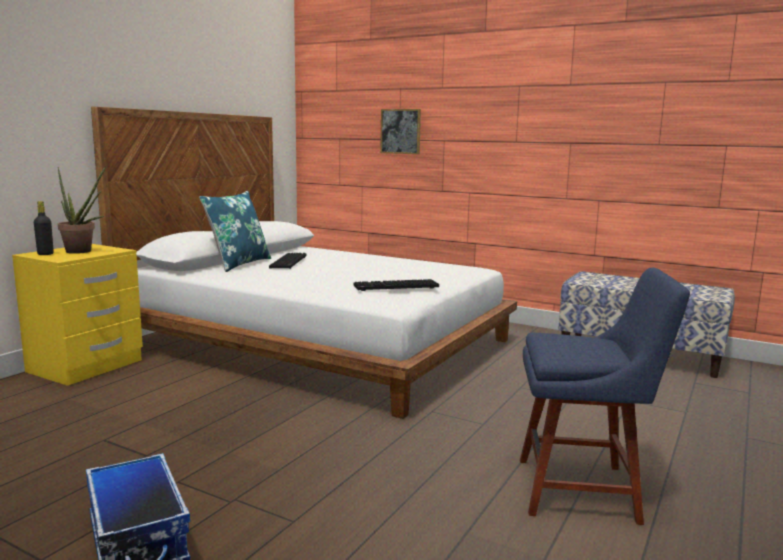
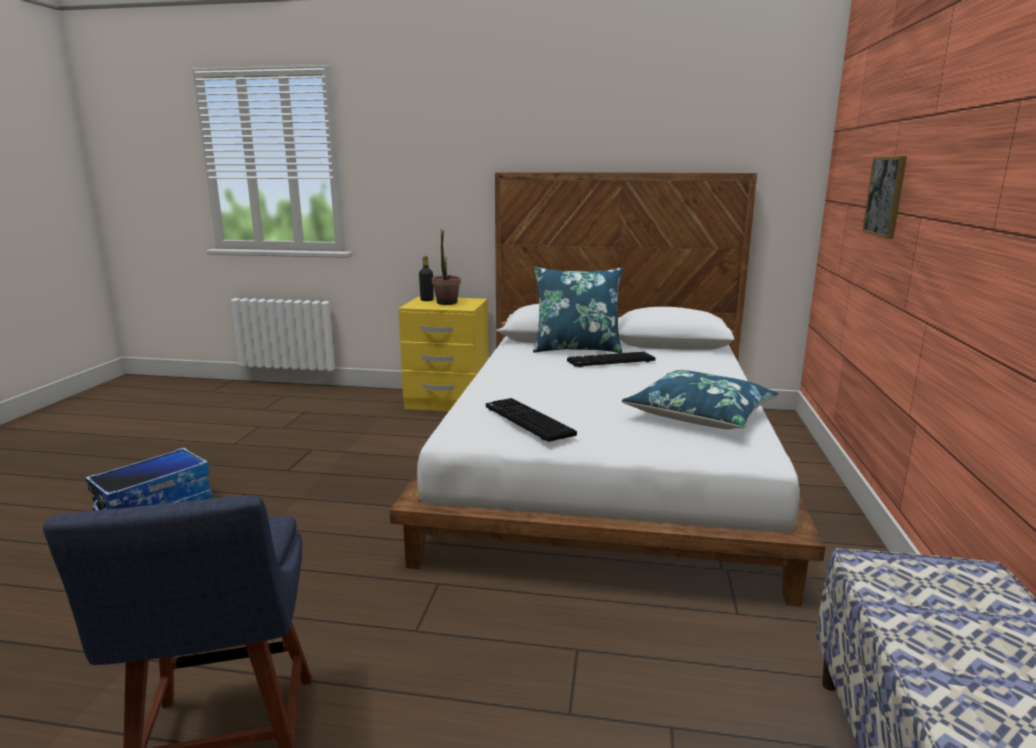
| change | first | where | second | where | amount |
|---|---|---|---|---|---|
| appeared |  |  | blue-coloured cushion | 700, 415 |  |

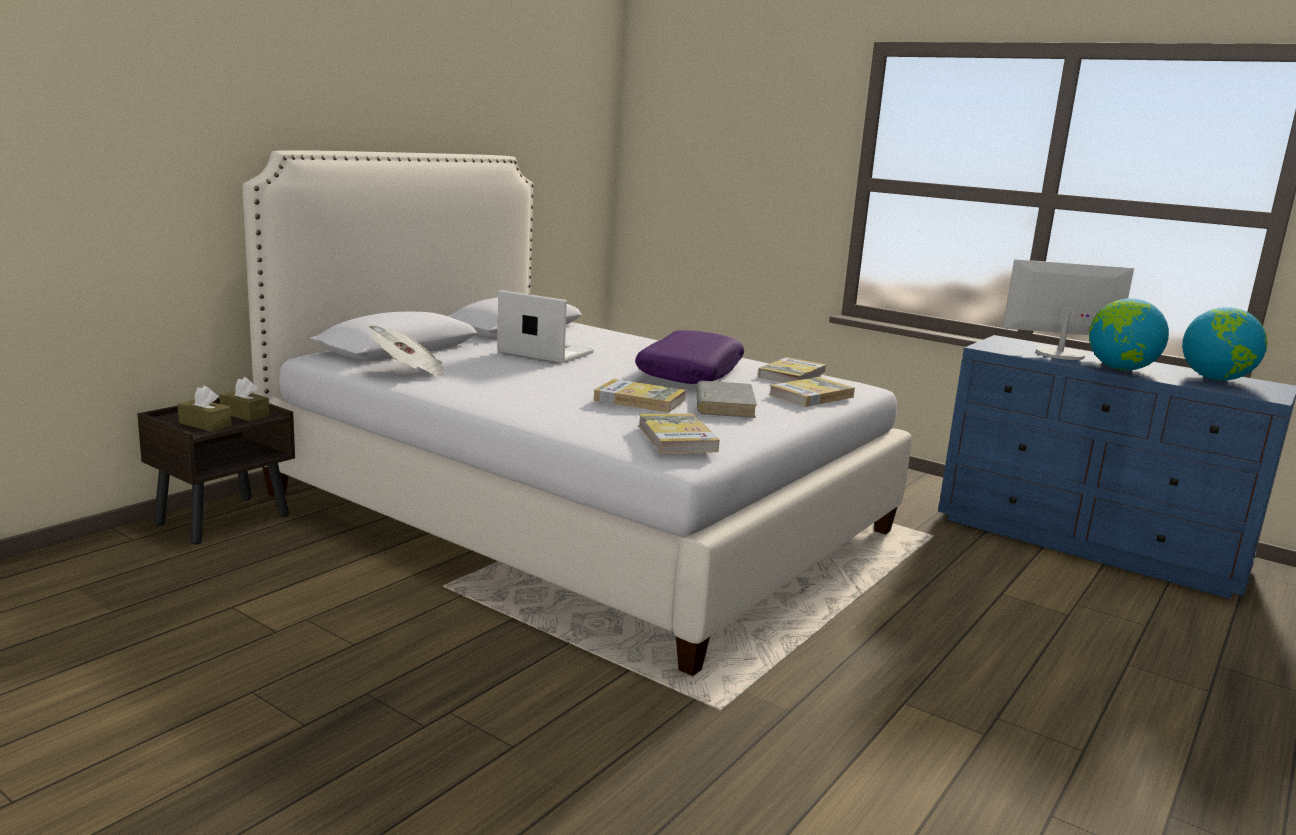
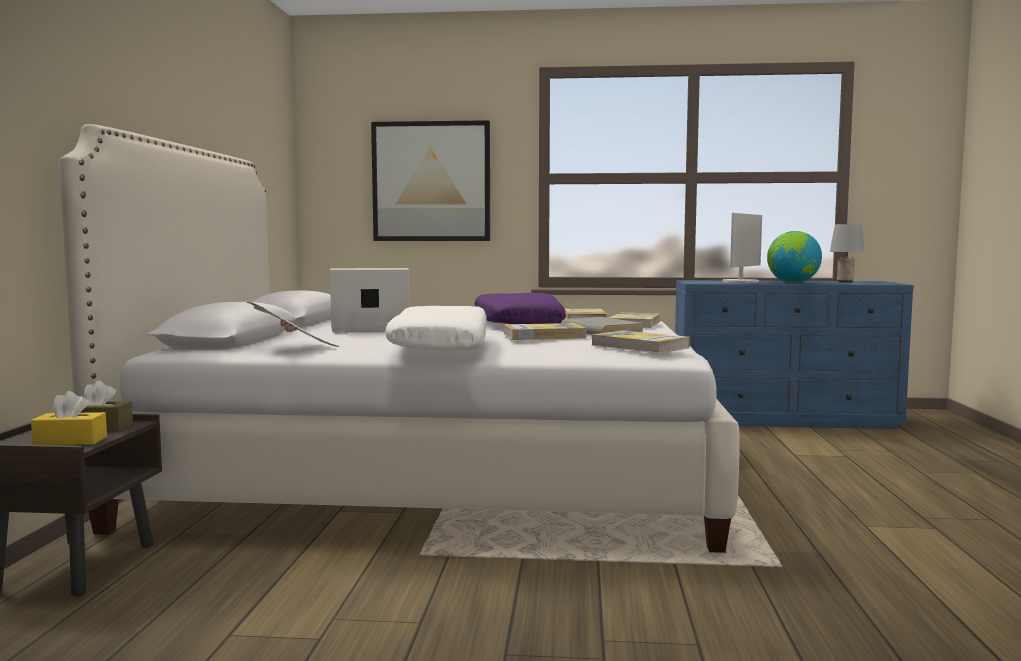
| change | first | where | second | where | amount |
|---|---|---|---|---|---|
| colour | brown box of tissues | 205, 424 | yellow box of tissues | 70, 441 |  |
| appeared |  |  | wall picture | 431, 181 |  |
| appeared |  |  | whitish cushion | 438, 347 |  |
| spun | monitor | 1059, 354 |  | 741, 281 | 150 degrees clockwise |
| exchanged | world globe | 1216, 379 | gray lamp for a table | 845, 282 |  |

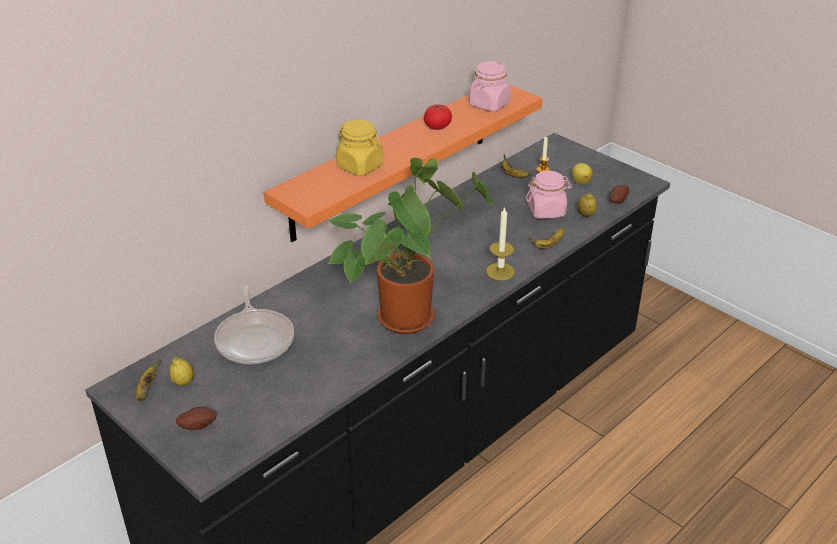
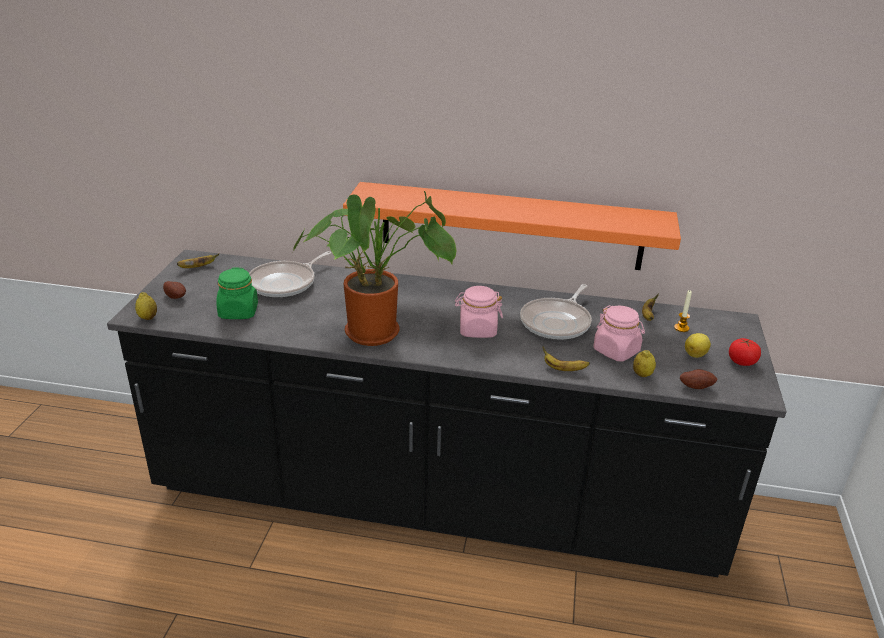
| change | first | where | second | where | amount |
|---|---|---|---|---|---|
| relocated | citrus fruit | 183, 382 |  | 148, 317 |  |
| appeared |  |  | green storage jar | 238, 312 |  |
| relocated | pink-coloured storage jar | 489, 104 |  | 477, 330 |  |
| appeared |  |  | pan | 557, 322 |  |
| relocated | fresh tomato | 437, 127 |  | 742, 362 |  |
| missing | yellow storage jar | 360, 166 |  |  |  |
| missing | wax candle | 500, 271 |  |  |  |

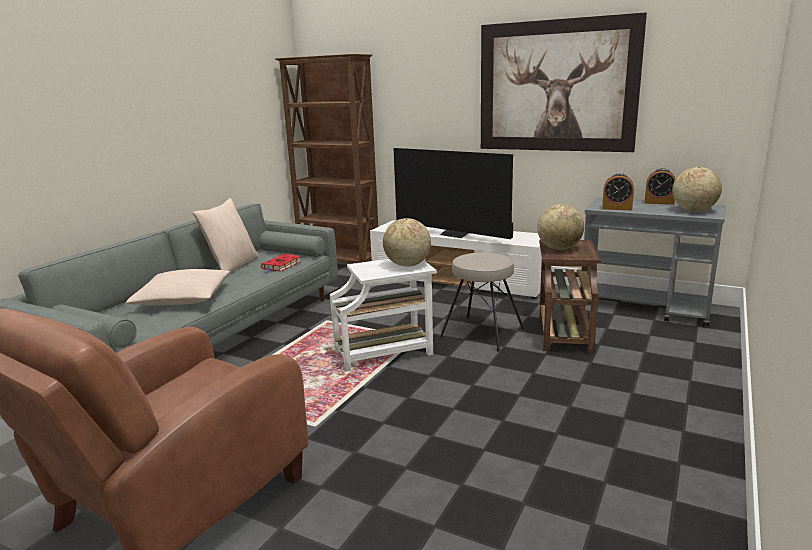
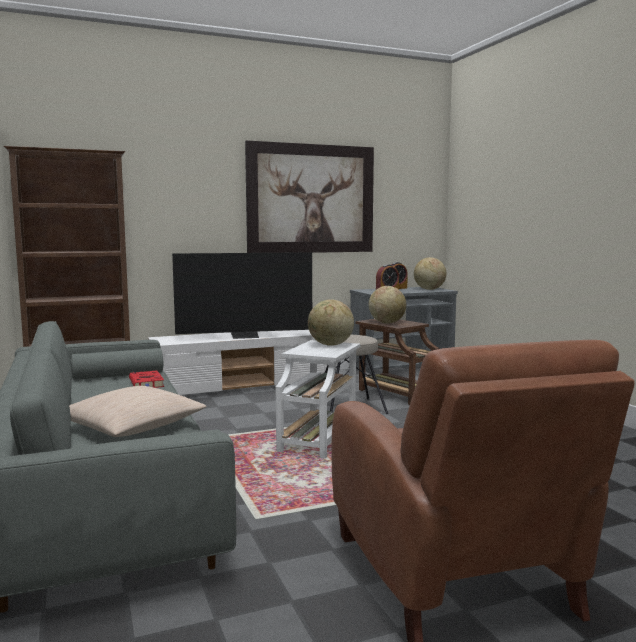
| change | first | where | second | where | amount |
|---|---|---|---|---|---|
| missing | beige-coloured cushion | 232, 266 |  |  |  |

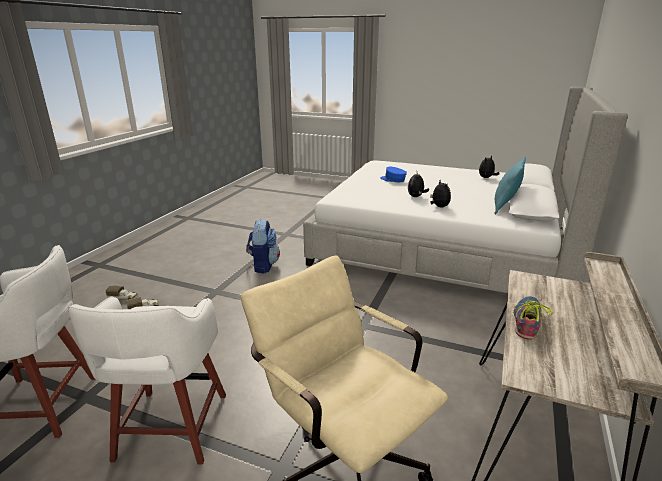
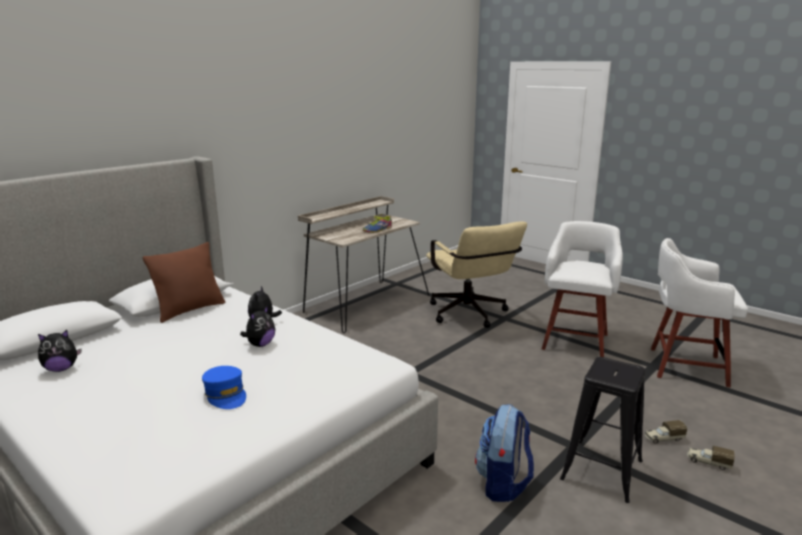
| change | first | where | second | where | amount |
|---|---|---|---|---|---|
| colour | turquoise-coloured cushion | 505, 207 | brown cushion | 190, 310 |  |
| appeared |  |  | black-coloured stool seat | 602, 470 |  |

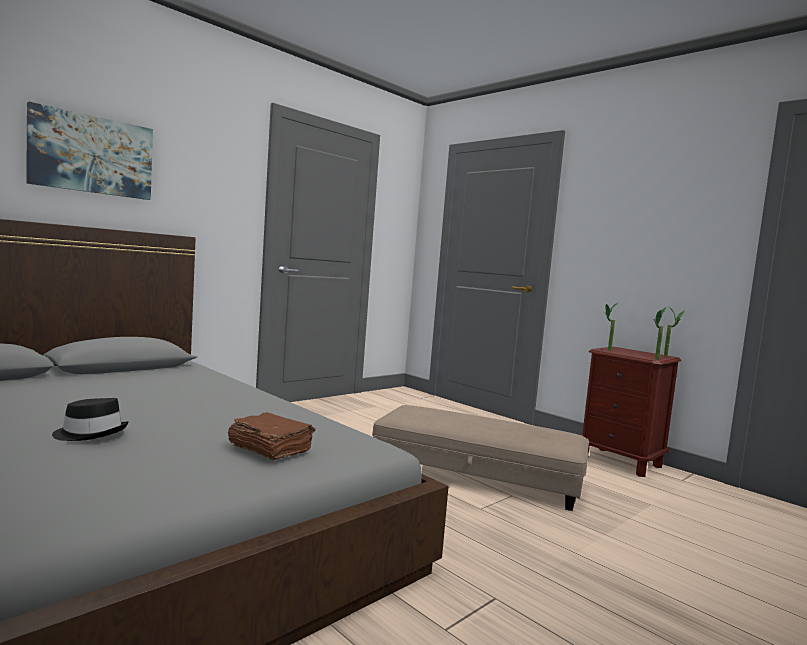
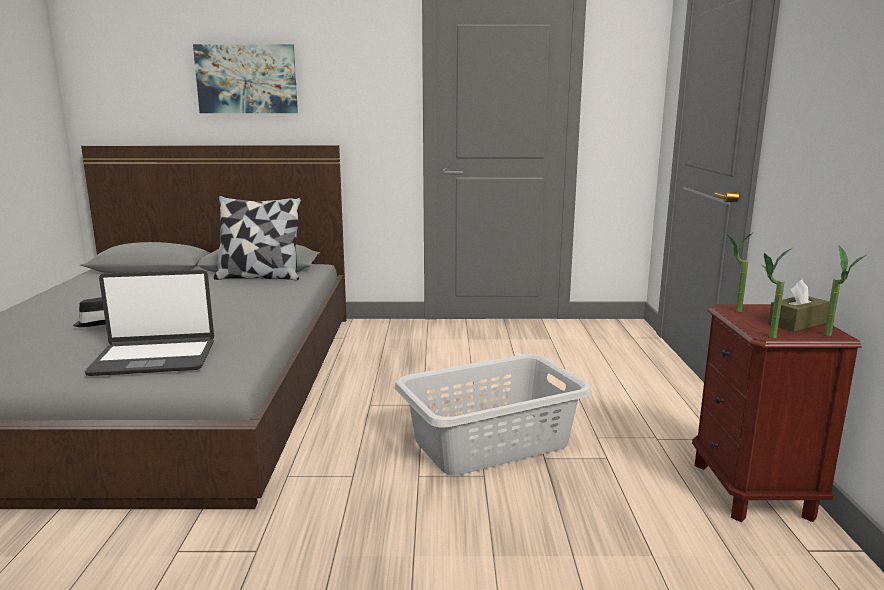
| change | first | where | second | where | amount |
|---|---|---|---|---|---|
| exchanged | brown volume | 270, 449 | notebook computer | 154, 358 |  |
| appeared |  |  | cushion | 259, 277 |  |
| exchanged | beige-coloured footrest | 477, 476 | gray hamper | 492, 443 |  |
| appeared |  |  | brown box of tissues | 797, 323 |  |

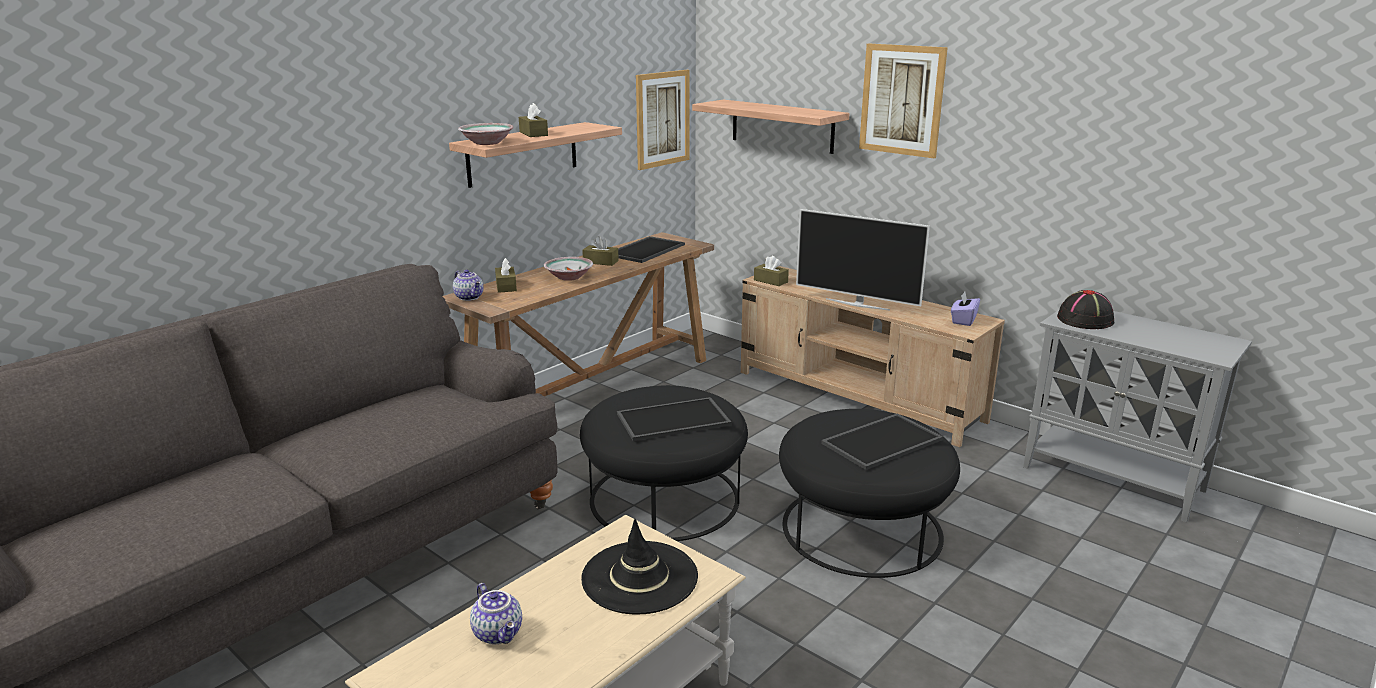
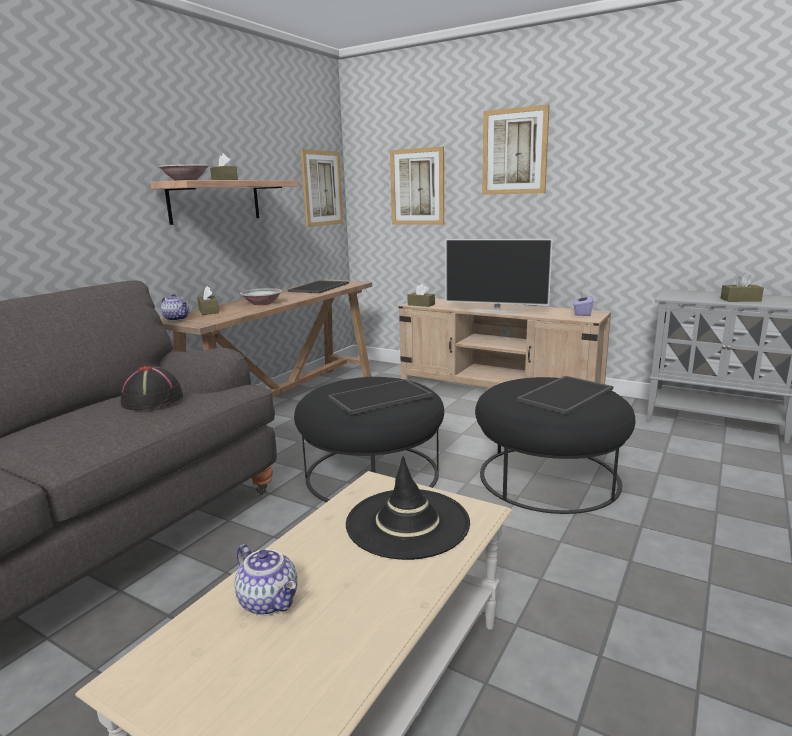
| change | first | where | second | where | amount |
|---|---|---|---|---|---|
| relocated | black-coloured wearable hat | 1085, 320 |  | 153, 399 |  |
| exchanged | shelf | 782, 126 | wall picture | 417, 187 |  |
| relocated | brown box of tissues | 600, 262 |  | 740, 300 |  |

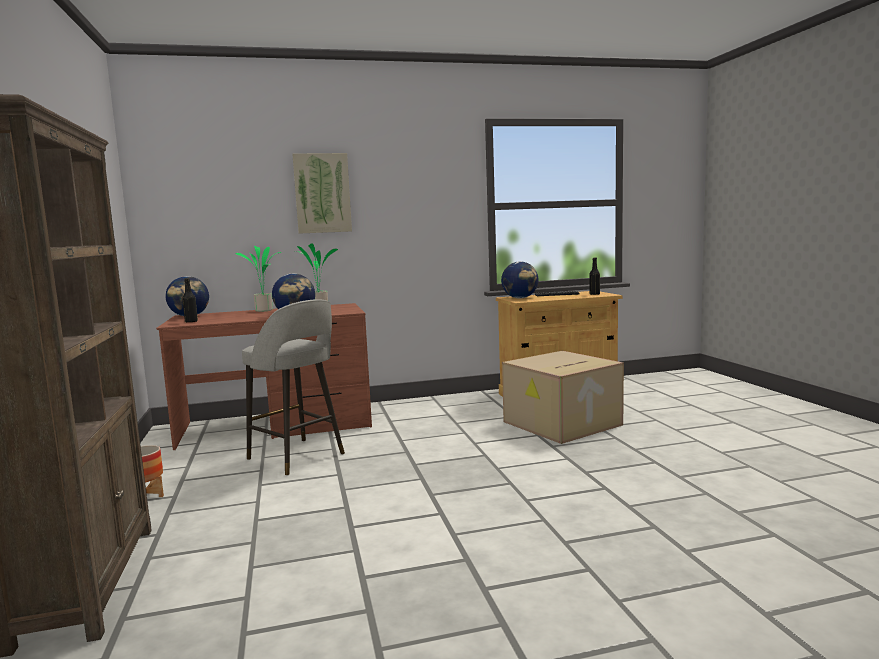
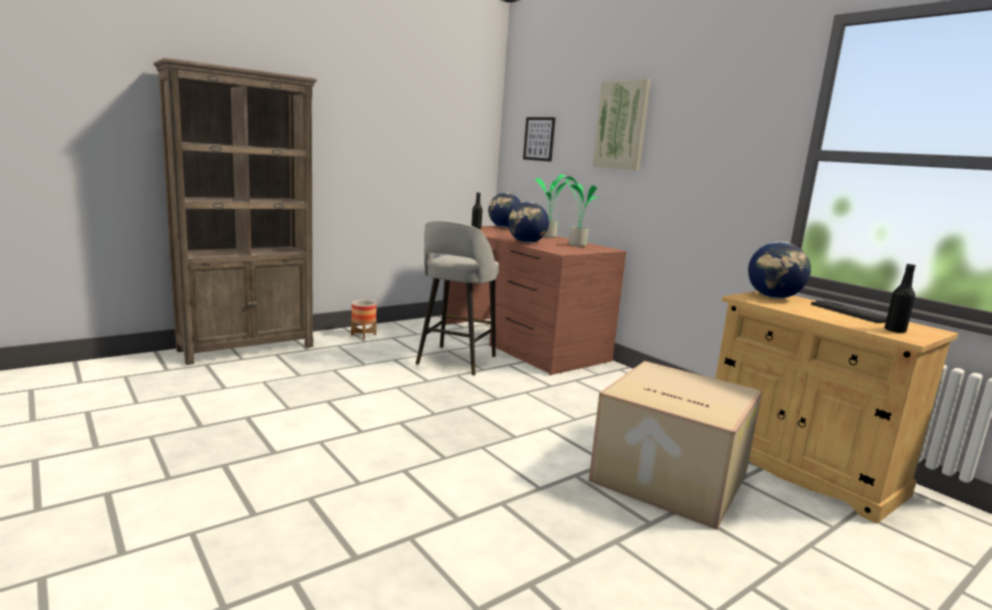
| change | first | where | second | where | amount |
|---|---|---|---|---|---|
| appeared |  |  | wall picture | 539, 139 |  |

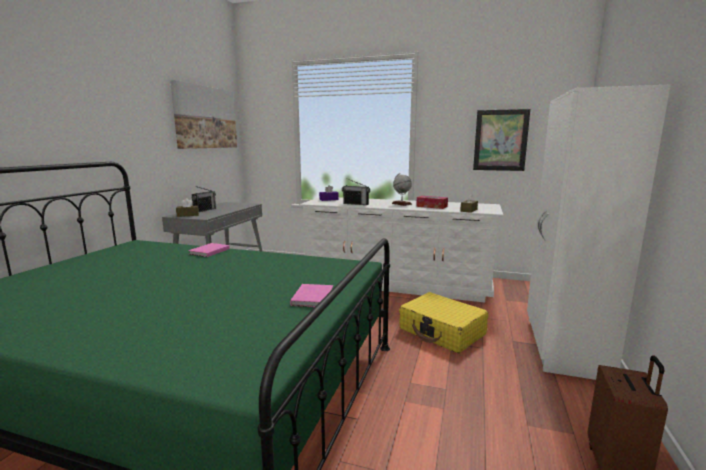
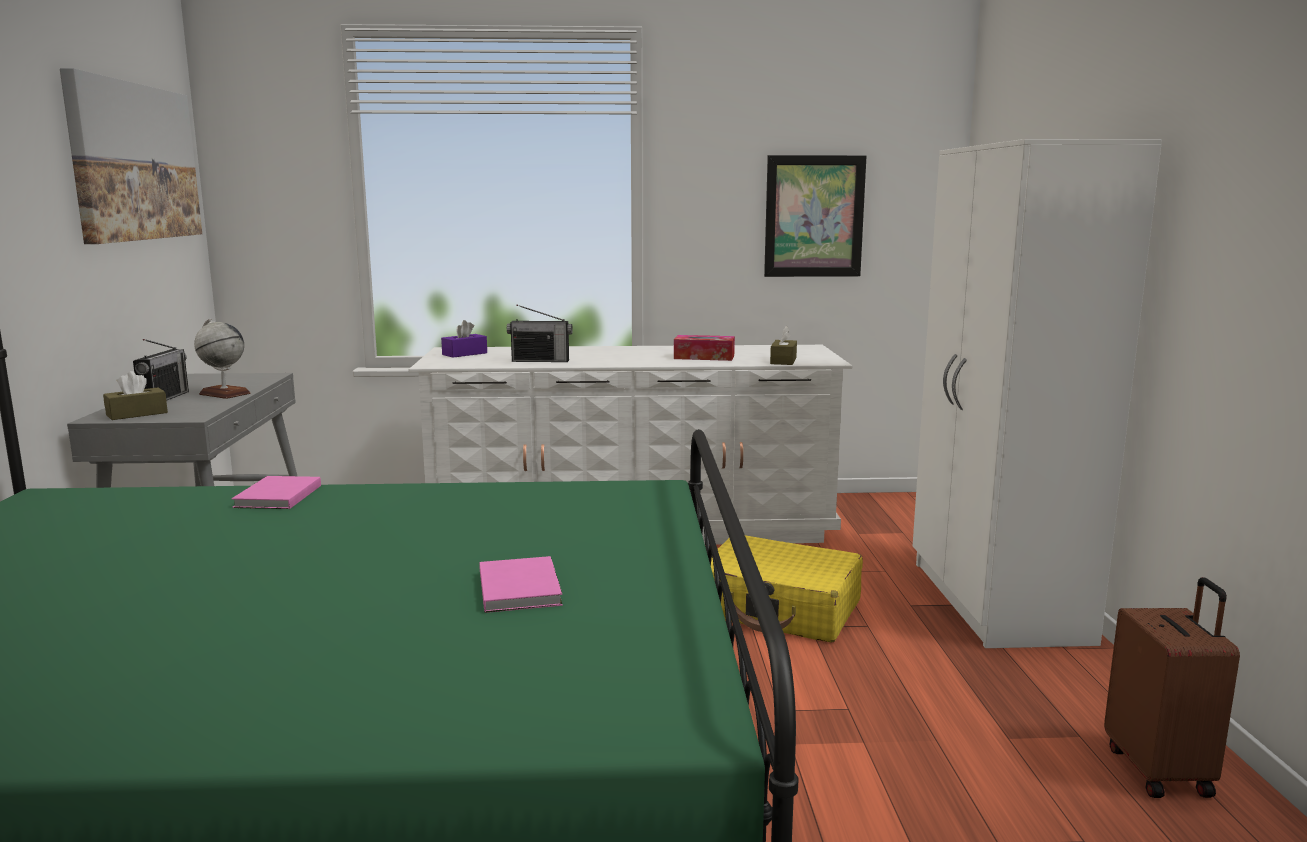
| change | first | where | second | where | amount |
|---|---|---|---|---|---|
| relocated | world globe | 401, 204 |  | 224, 394 |  |
| relocated | pink-coloured volume | 314, 297 |  | 521, 587 |  |

